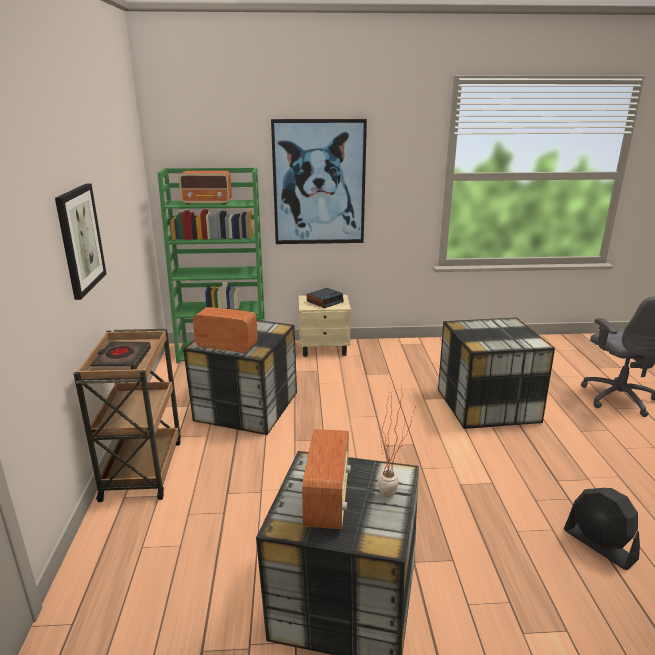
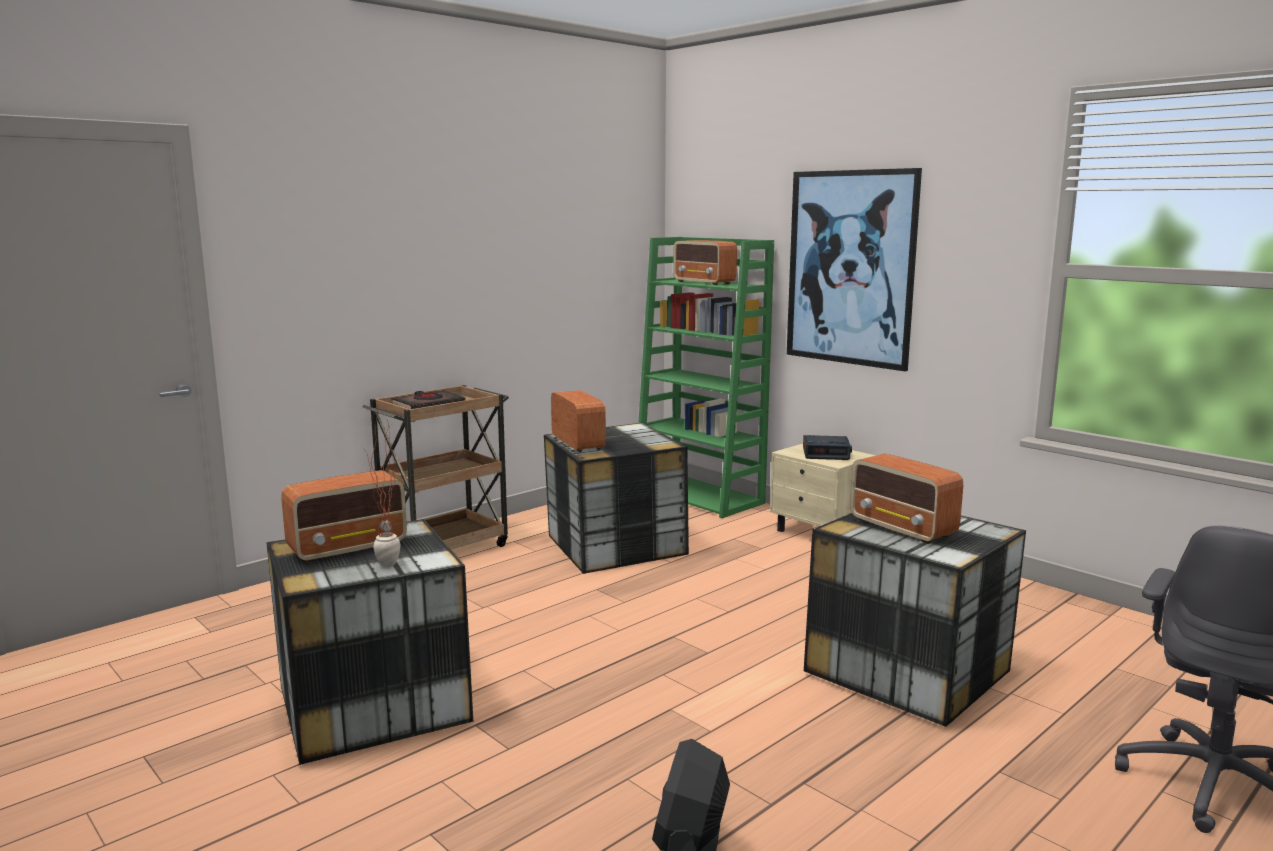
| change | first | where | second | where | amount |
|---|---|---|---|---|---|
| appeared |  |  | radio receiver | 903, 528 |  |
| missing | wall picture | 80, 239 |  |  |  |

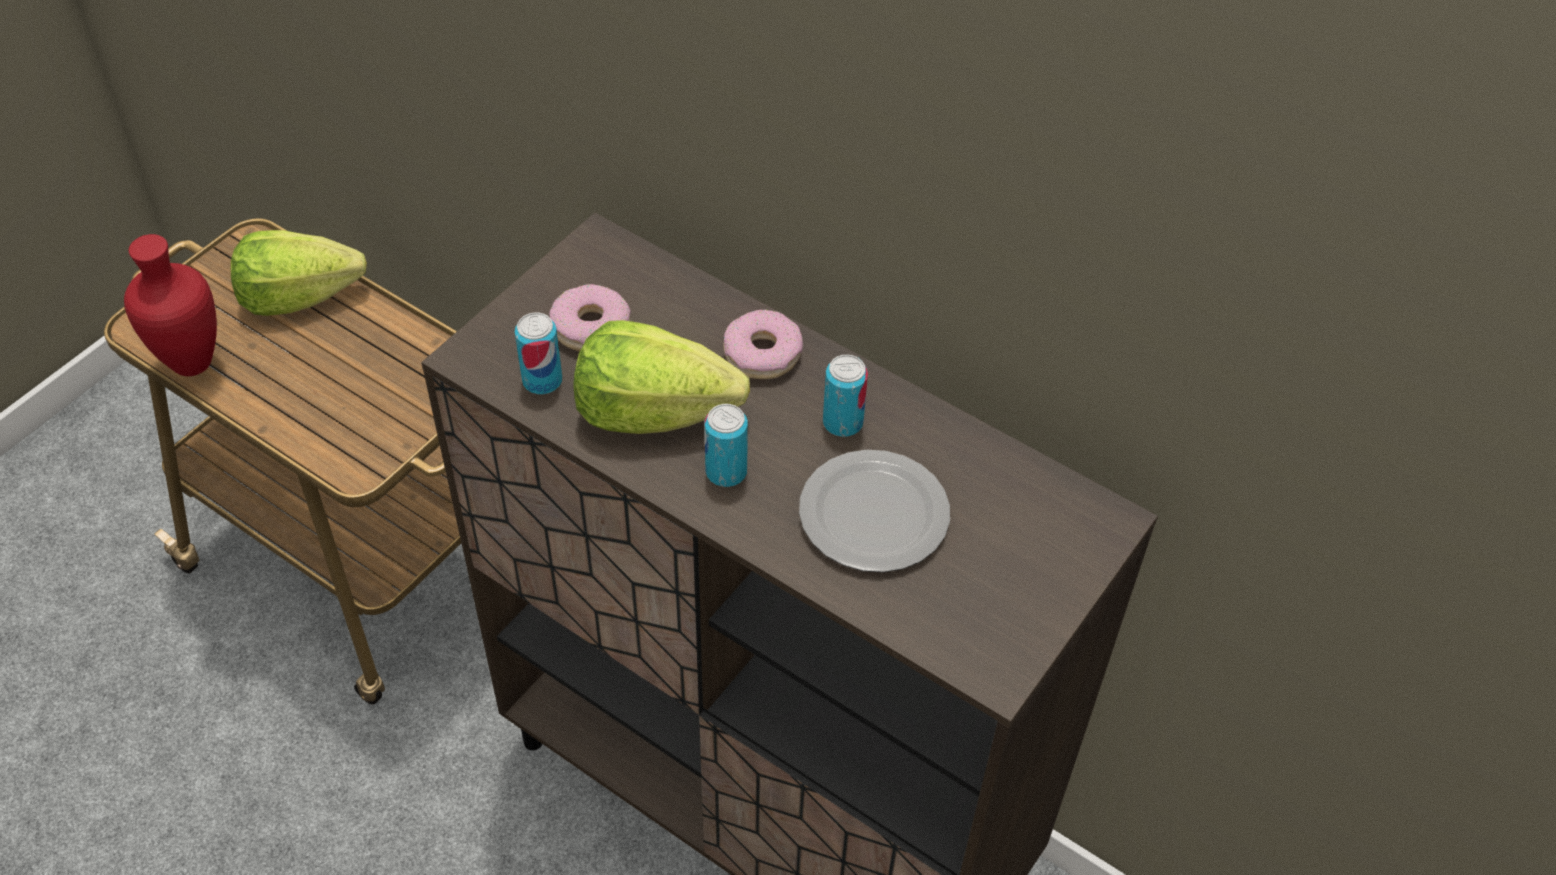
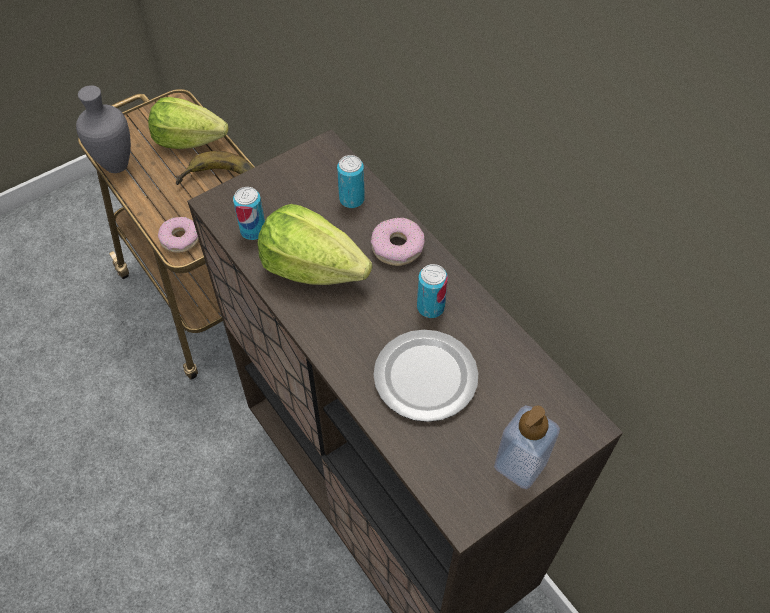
| change | first | where | second | where | amount |
|---|---|---|---|---|---|
| colour | red decorative vase | 190, 365 | gray decorative vase | 115, 166 |  |
| relocated | donut | 590, 328 |  | 179, 239 |  |
| appeared |  |  | banana fruit | 220, 181 |  |
| relocated | metal can | 726, 472 |  | 352, 199 |  |
| appeared |  |  | liquid soap bottle | 520, 464 |  |

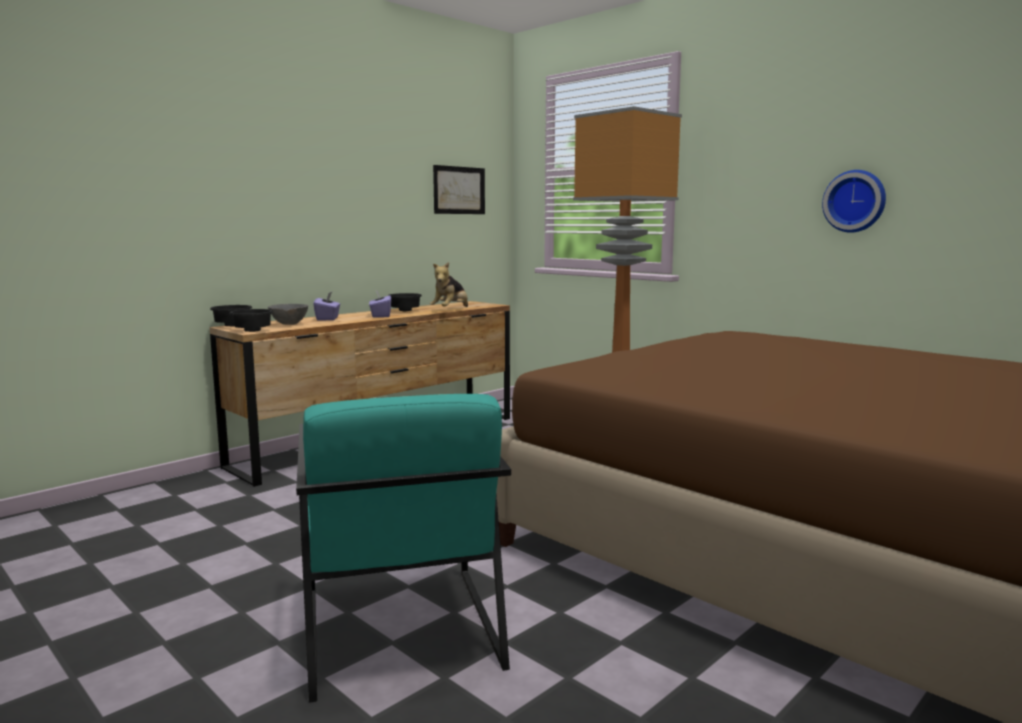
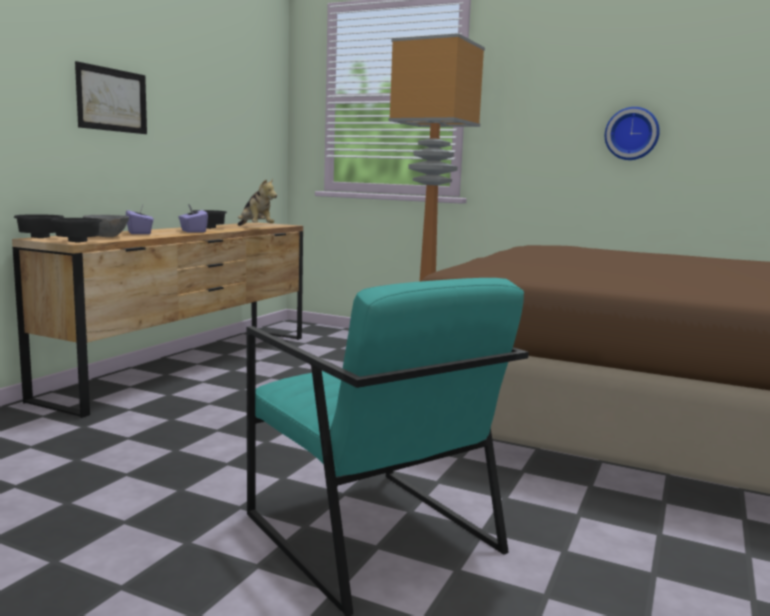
| change | first | where | second | where | amount |
|---|---|---|---|---|---|
| relocated | wall picture | 459, 190 |  | 112, 100 |  |
| spun | plush toy | 450, 310 |  | 255, 228 | 45 degrees counterclockwise |

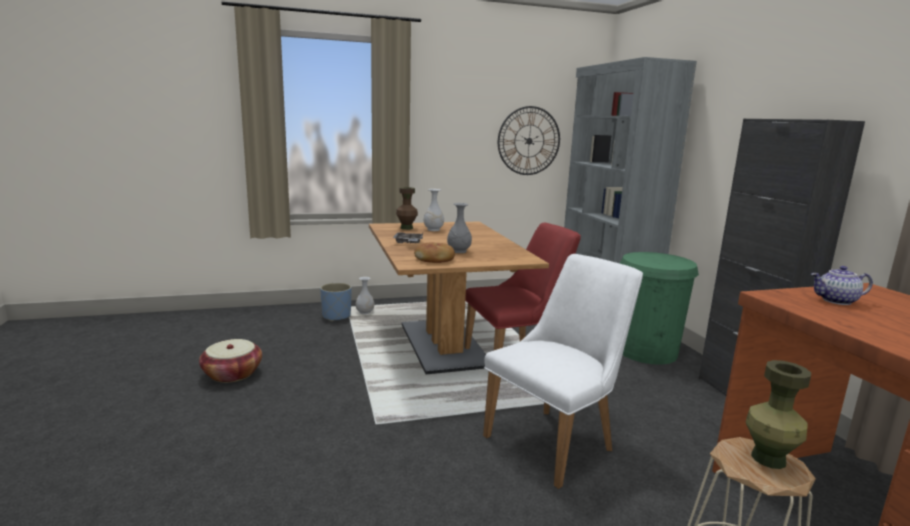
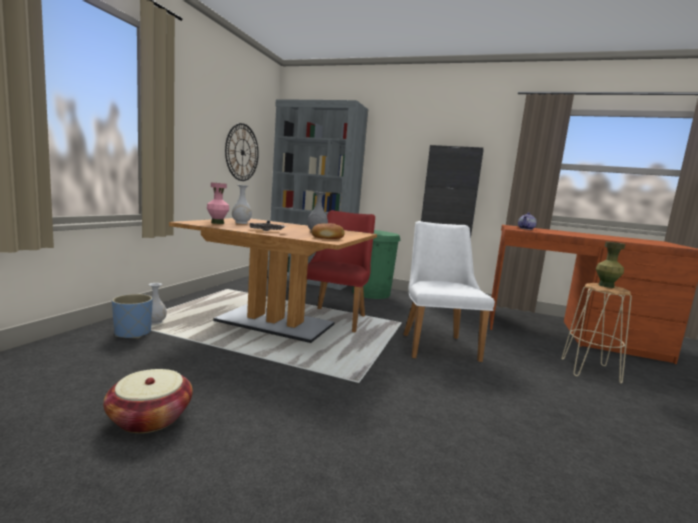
| change | first | where | second | where | amount |
|---|---|---|---|---|---|
| colour | brown decorative vase | 406, 228 | pink-coloured decorative vase | 217, 223 |  |

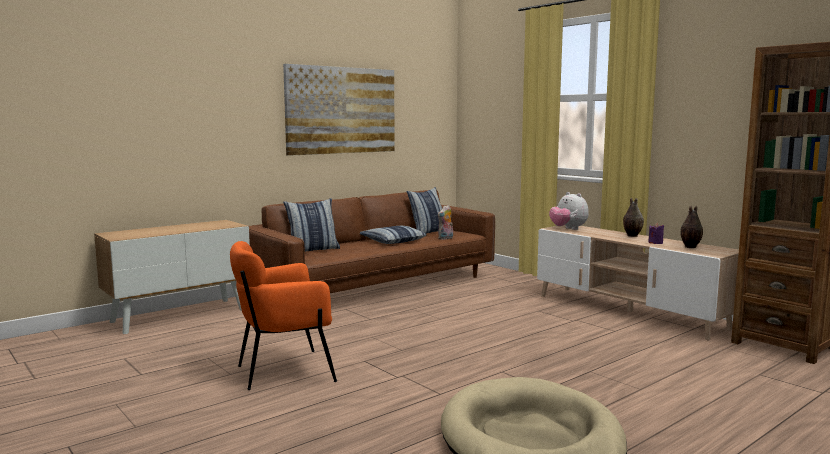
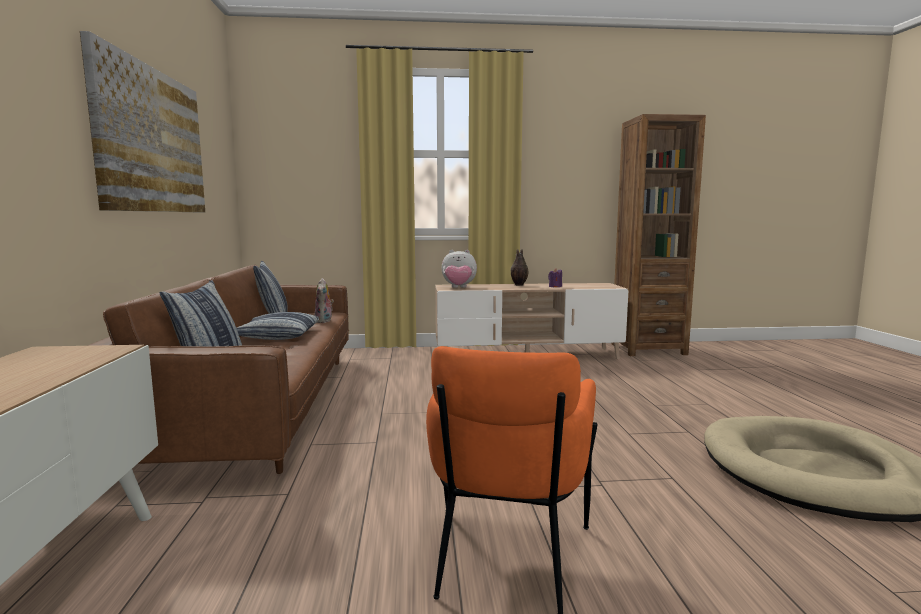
| change | first | where | second | where | amount |
|---|---|---|---|---|---|
| missing | decorative vase | 690, 247 |  |  |  |

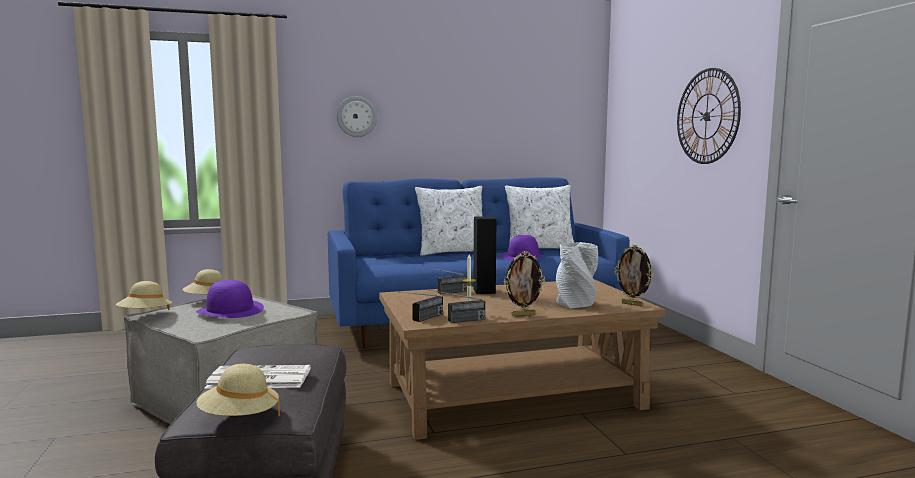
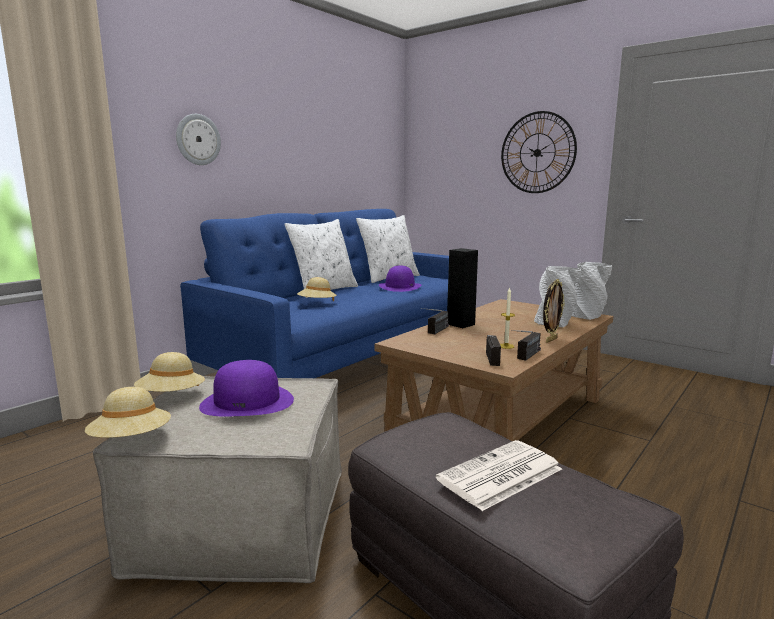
| change | first | where | second | where | amount |
|---|---|---|---|---|---|
| relocated | beige-coloured wearable hat | 239, 418 |  | 317, 304 |  |
| exchanged | photo frame | 632, 304 | gray decorative vase | 587, 316 |  |

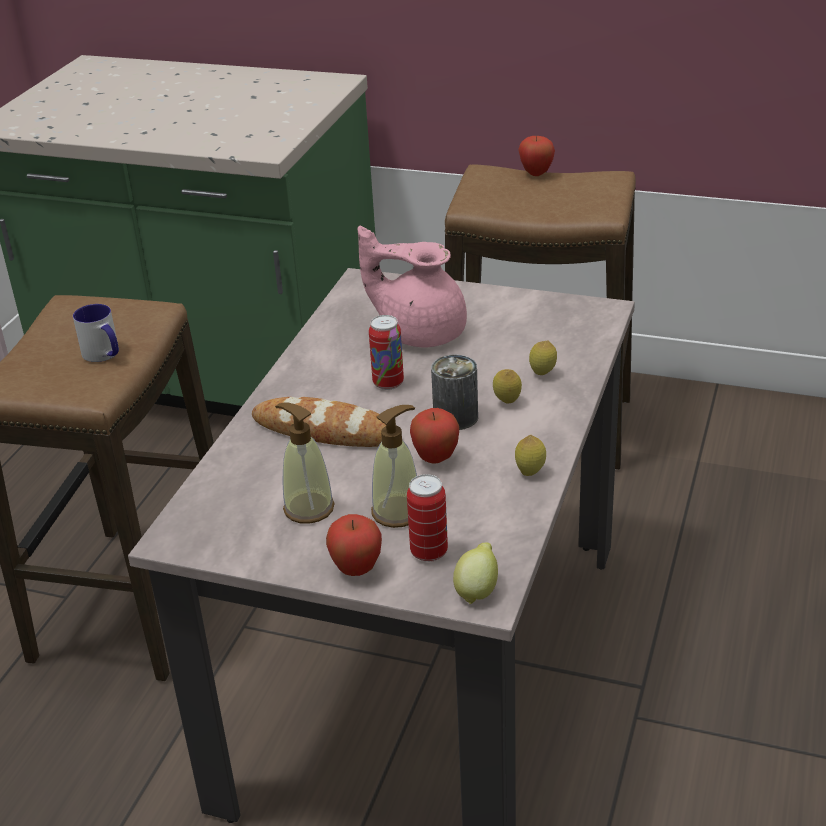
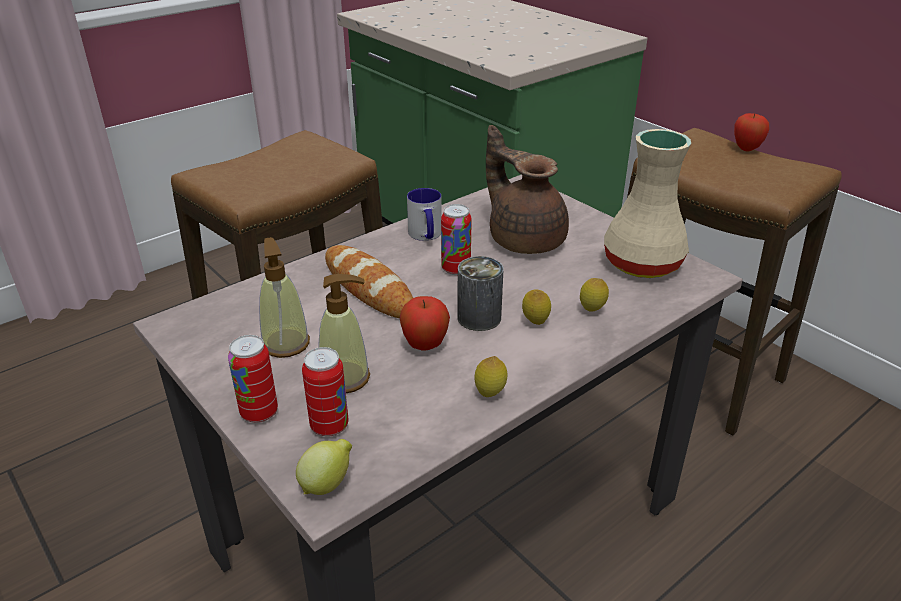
| change | first | where | second | where | amount |
|---|---|---|---|---|---|
| exchanged | whole apple | 356, 569 | metal can | 259, 413 |  |
| relocated | coffee mug | 104, 355 |  | 426, 236 |  |
| colour | pink-coloured teapot | 420, 332 | brown teapot | 524, 238 |  |
| appeared |  |  | beige-coloured decorative vase | 644, 264 |  |

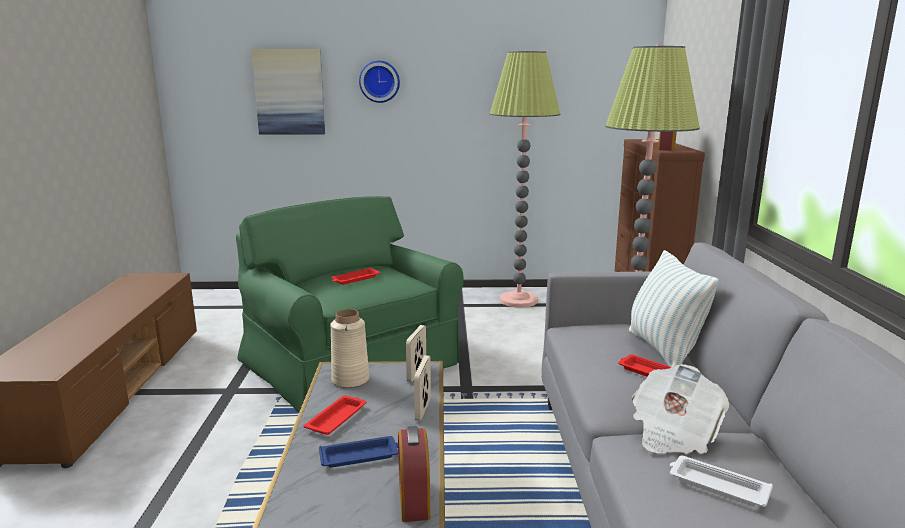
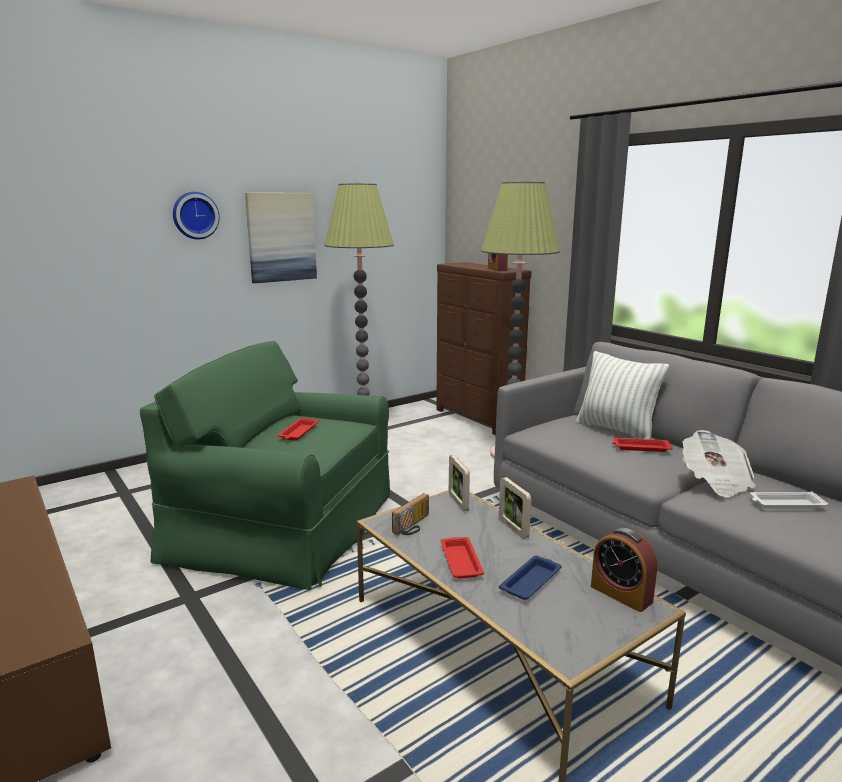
| change | first | where | second | where | amount |
|---|---|---|---|---|---|
| relocated | wall picture | 289, 92 |  | 281, 237 |  |
| exchanged | beige-coloured decorative vase | 350, 380 | radio receiver | 414, 526 |  |

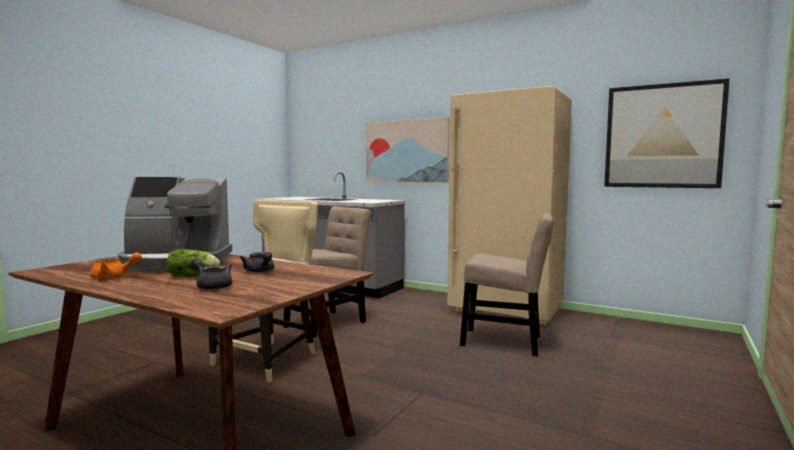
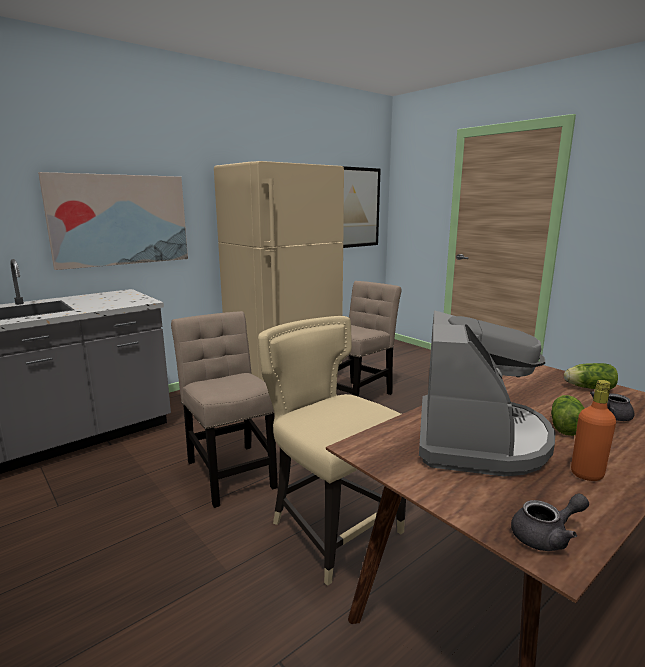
| change | first | where | second | where | amount |
|---|---|---|---|---|---|
| relocated | gray teapot | 260, 271 |  | 546, 536 |  |
| appeared |  |  | head of lettuce | 587, 388 |  |
| exchanged | orangey teapot | 114, 277 | orangey bottle | 587, 474 |  |

